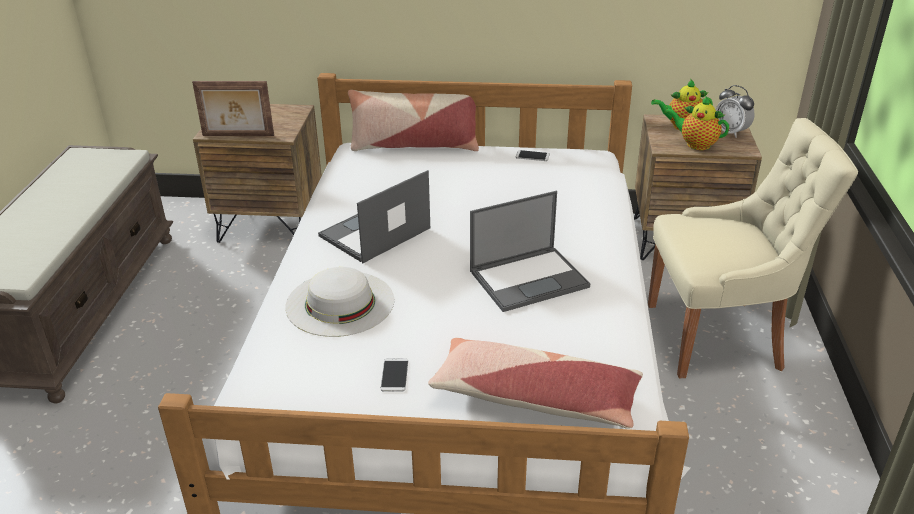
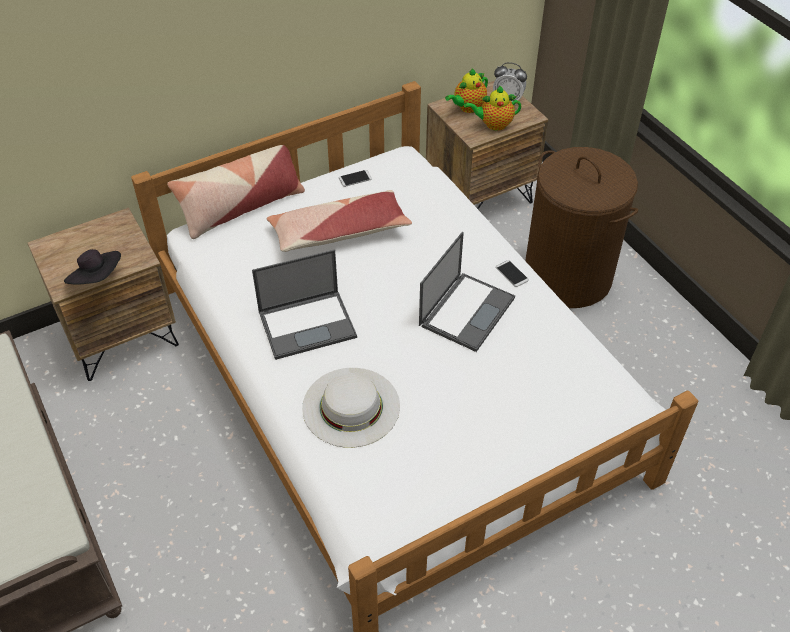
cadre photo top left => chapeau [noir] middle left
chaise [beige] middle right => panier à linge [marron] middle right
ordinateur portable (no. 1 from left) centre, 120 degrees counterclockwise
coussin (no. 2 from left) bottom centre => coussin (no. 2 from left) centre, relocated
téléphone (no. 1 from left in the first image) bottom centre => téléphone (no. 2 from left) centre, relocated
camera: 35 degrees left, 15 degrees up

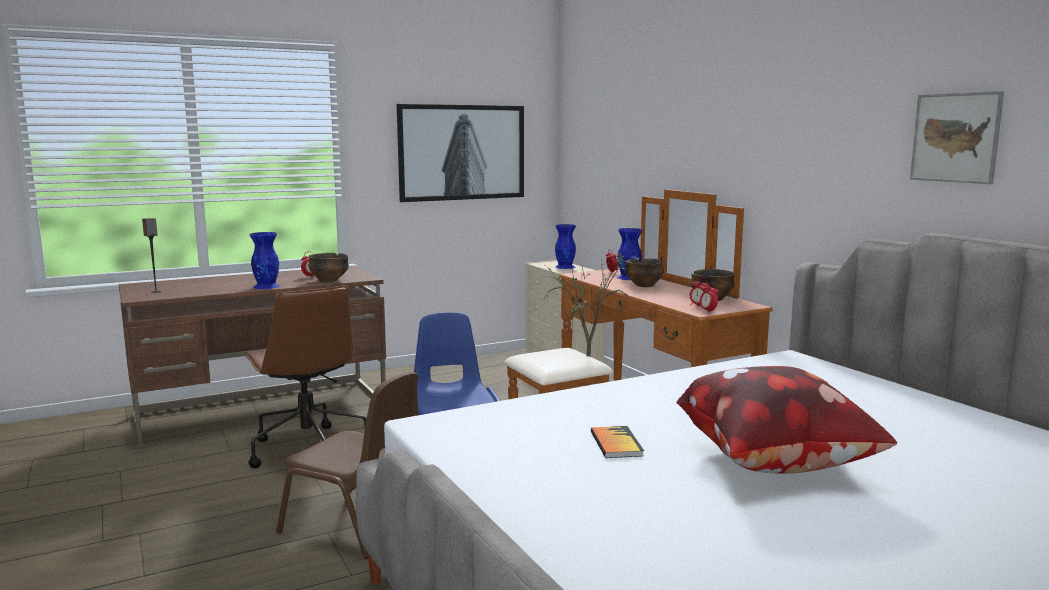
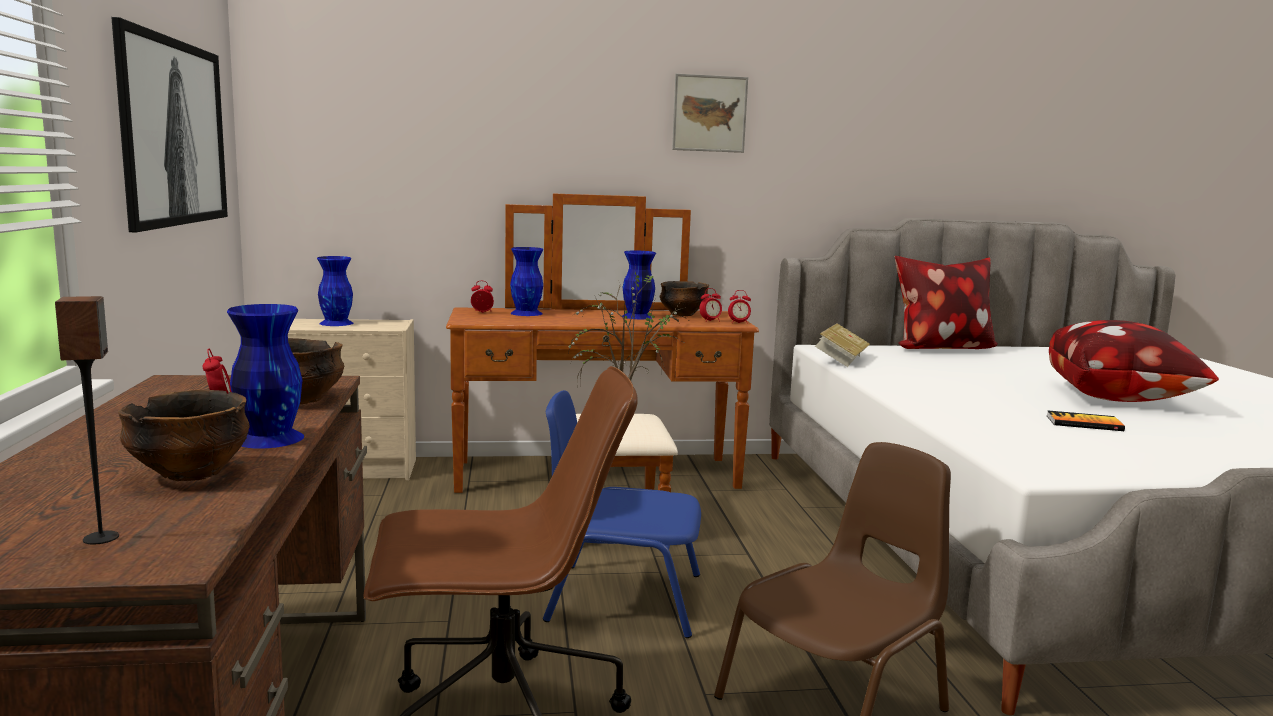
tableau (no. 2 from left) top right => tableau (no. 2 from left) top centre, relocated
bol (no. 2 from left in the first image) centre => bol (no. 1 from left) middle left, relocated
nothing => vase [bleu] (no. 4 from left) centre
nothing => coussin (no. 1 from left) middle right
nothing => livre (no. 1 from left) centre
camera: 70 degrees left, 0 degrees up

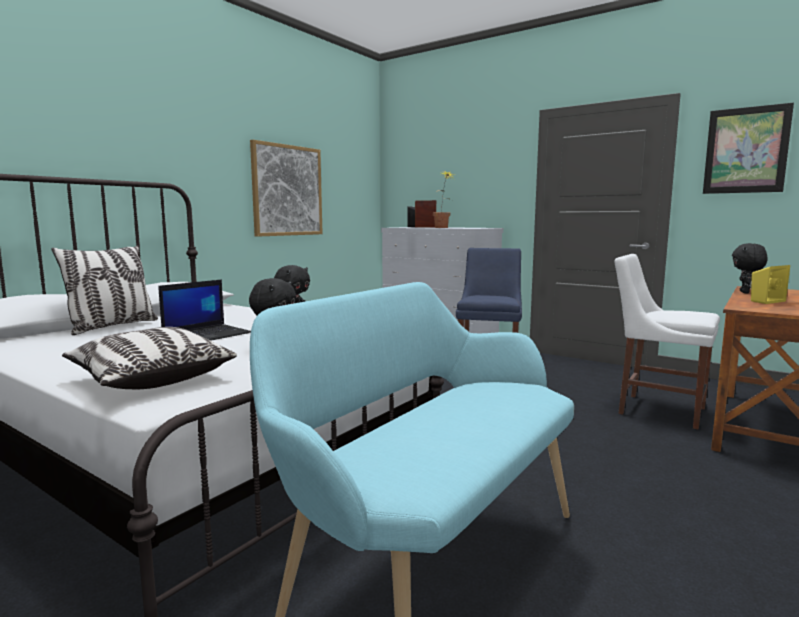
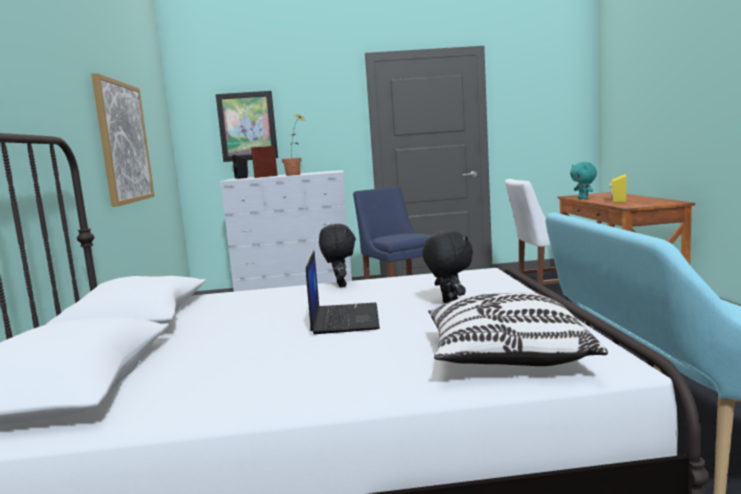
tableau (no. 2 from left) top right => tableau (no. 2 from left) top centre, relocated
peluche [noir] (no. 3 from left) middle right => peluche [turquoise] middle right
coussin (no. 1 from left) middle left => nothing
camera: 40 degrees left, 0 degrees up

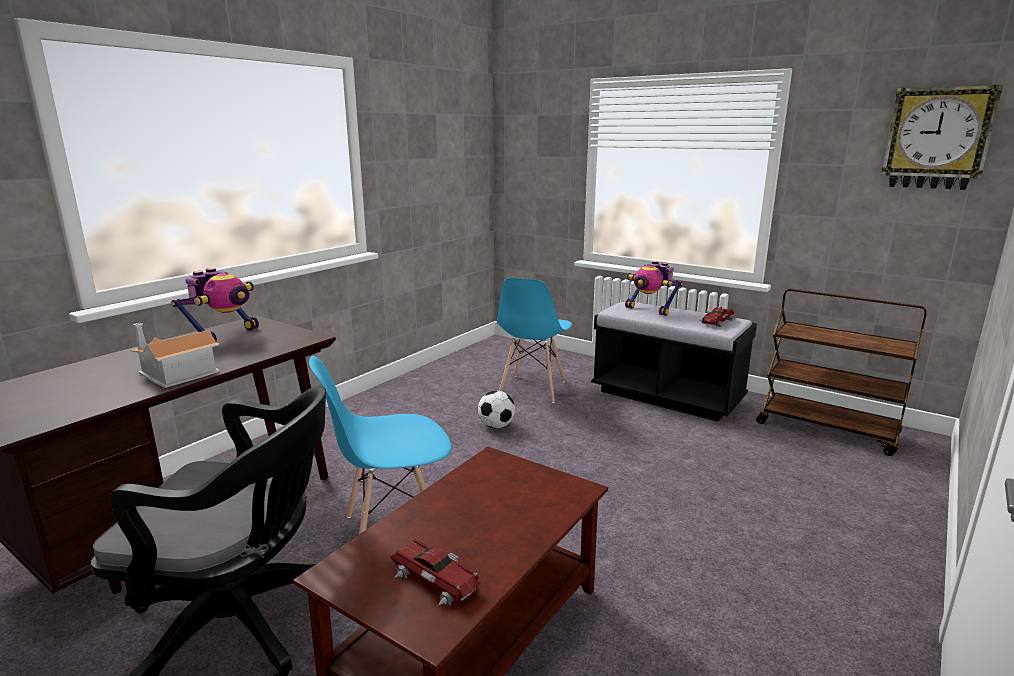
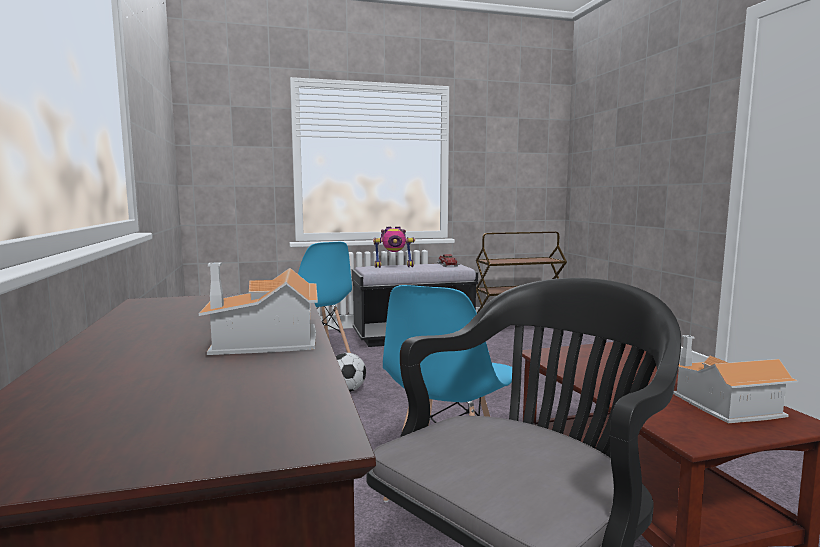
horloge murale top right => nothing
robot jouet (no. 1 from left) middle left => nothing
petite voiture (no. 1 from left) bottom centre => maison miniature (no. 2 from left) bottom right
camera: 50 degrees left, 10 degrees down

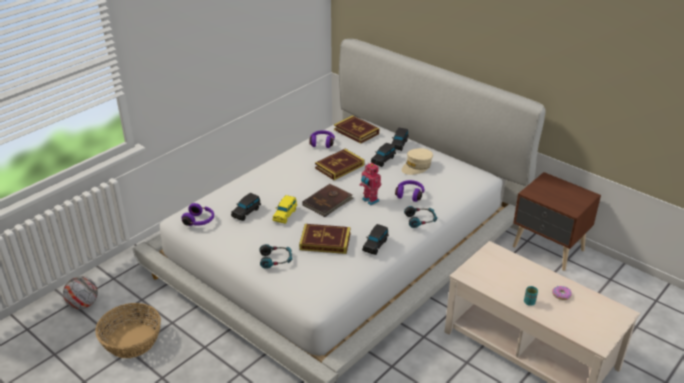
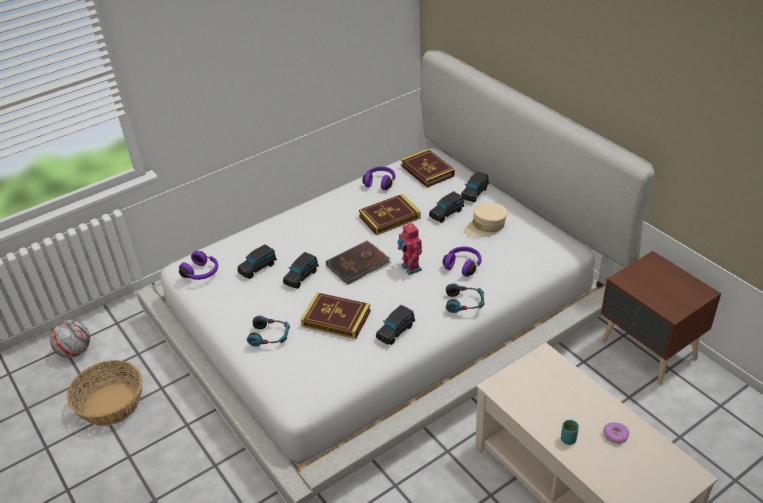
petite voiture [jaune] centre => petite voiture [noir] (no. 2 from left) centre
camera: 15 degrees right, 5 degrees up

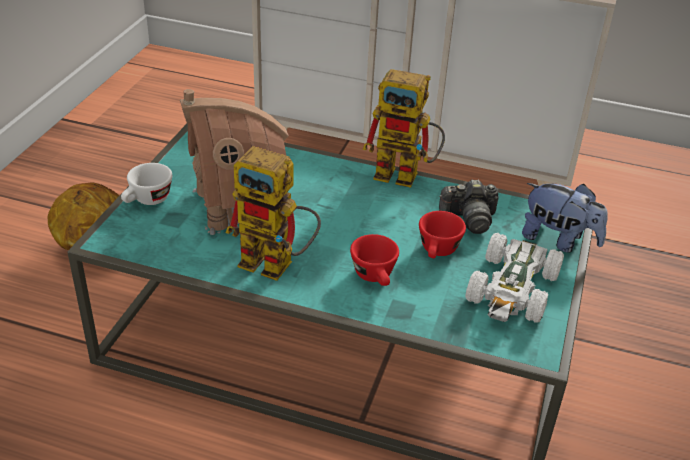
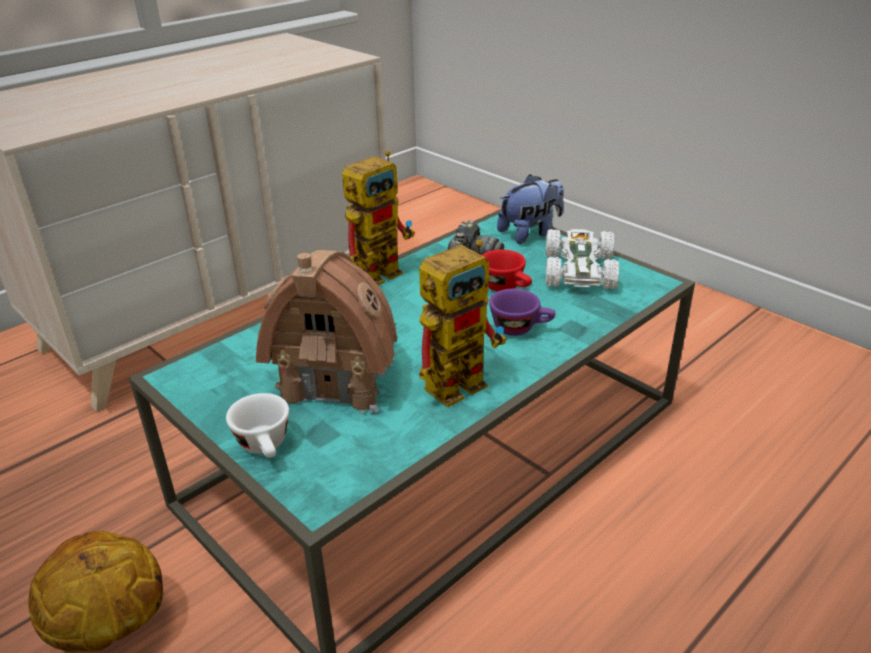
petite voiture [blanc] middle right, 135 degrees counterclockwise
tasse [rouge] (no. 1 from left) centre => tasse [violet] centre
camera: 60 degrees left, 5 degrees down

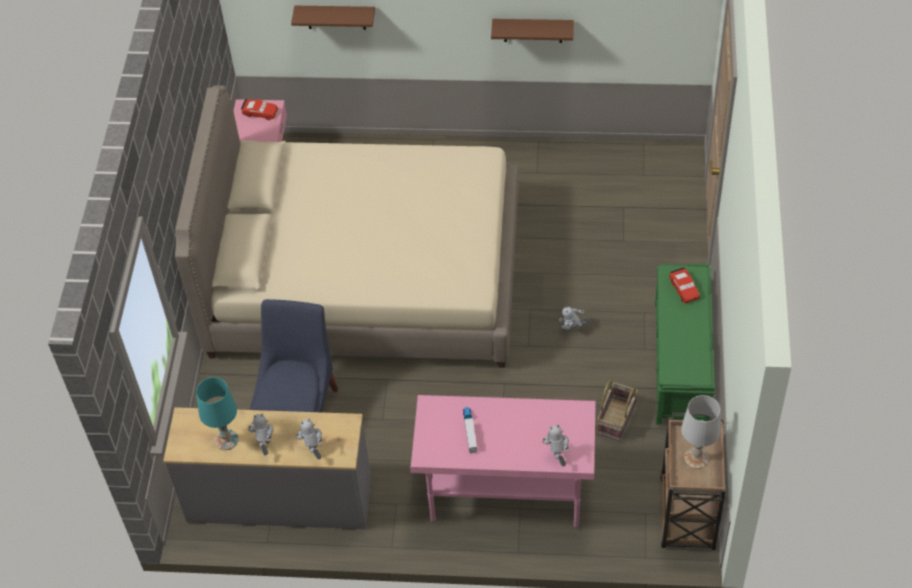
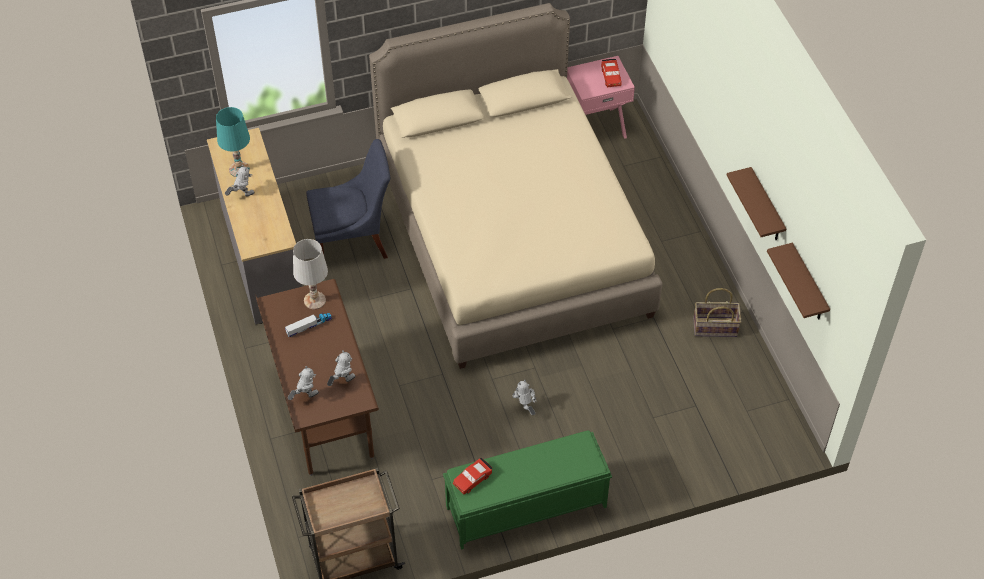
étagère [marron] (no. 1 from left in the first image) top centre => étagère [marron] (no. 2 from left) middle right, relocated
petite voiture [rouge] (no. 2 from left in the first image) middle right => petite voiture [rouge] (no. 1 from left) bottom centre, relocated
panier bottom right => panier middle right, relocated
bureau [rose] bottom centre => bureau [marron] middle left
lampe de table [blanc] bottom right => lampe de table [blanc] middle left, relocated
robot jouet (no. 2 from left in the first image) bottom centre => robot jouet (no. 3 from left) centre, relocated
camera: 65 degrees right, 0 degrees up

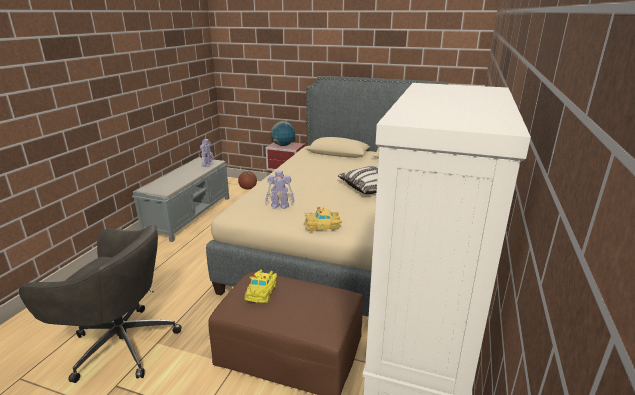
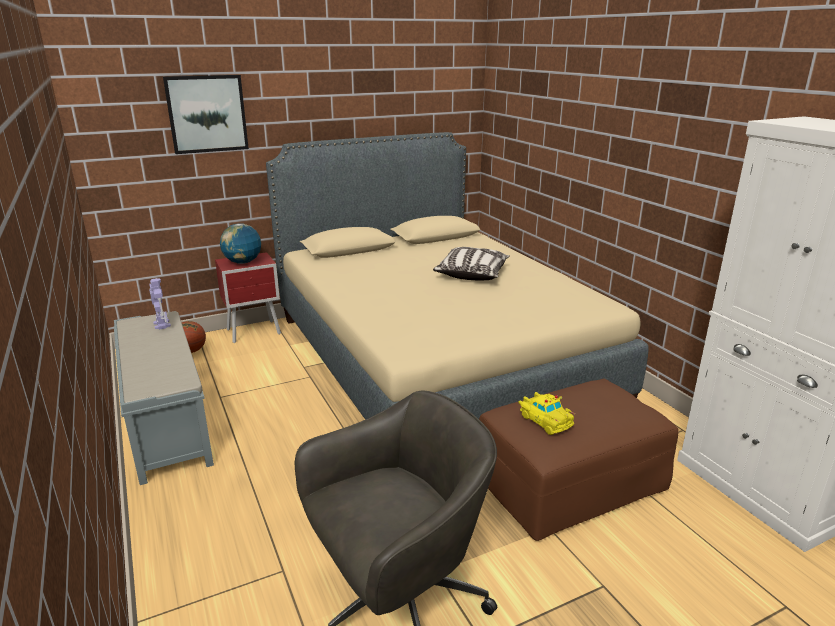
robot jouet (no. 2 from left) centre => nothing
petite voiture [jaune] (no. 2 from left) centre => nothing
nothing => tableau top left
camera: 45 degrees left, 0 degrees up

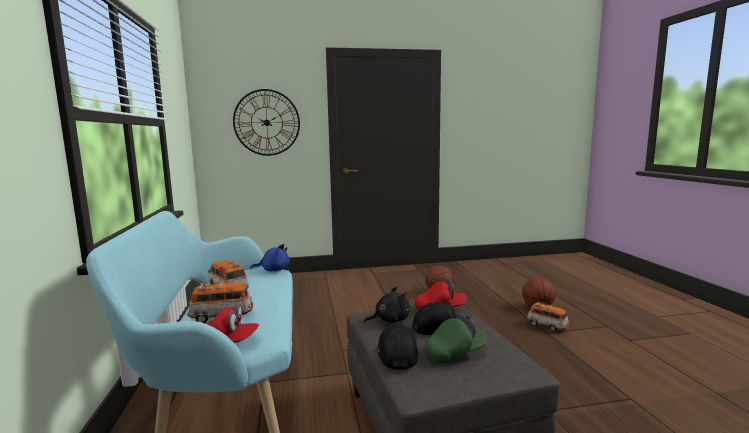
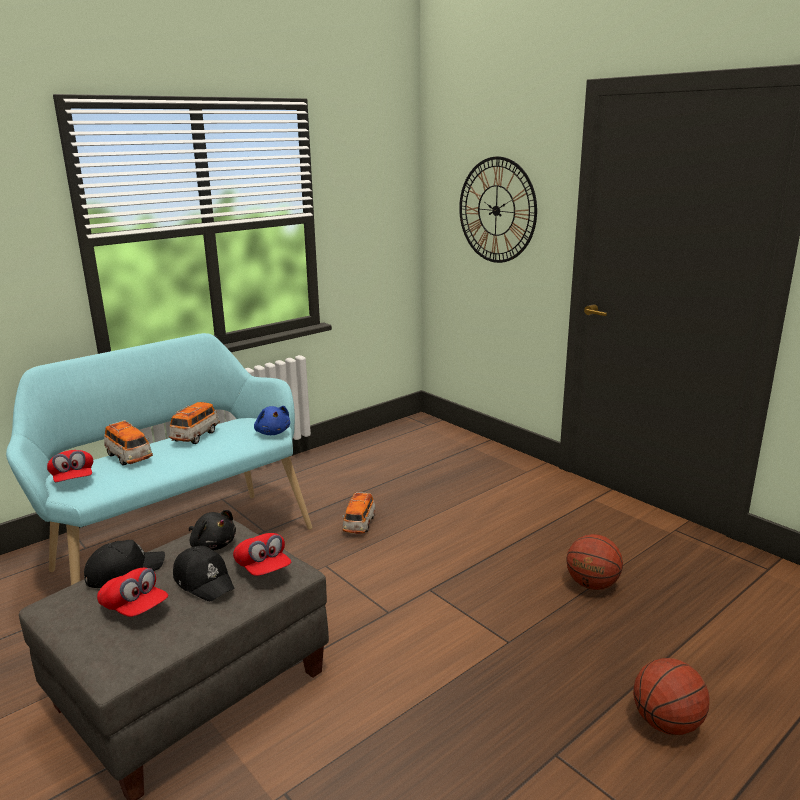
petite voiture (no. 3 from left) bottom right => petite voiture (no. 3 from left) centre, relocated
casquette [vert] bottom centre => casquette [rouge] (no. 2 from left) bottom left
camera: 60 degrees right, 10 degrees up

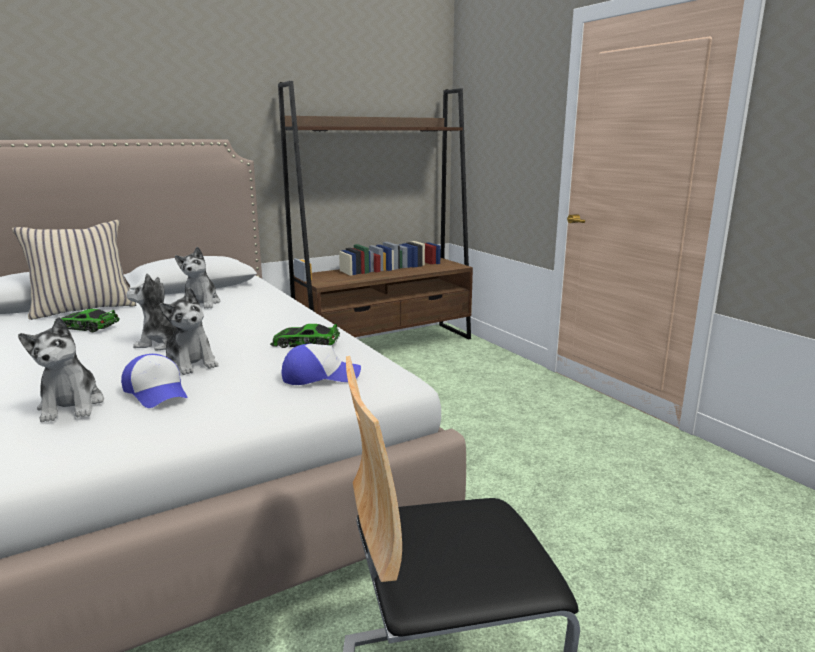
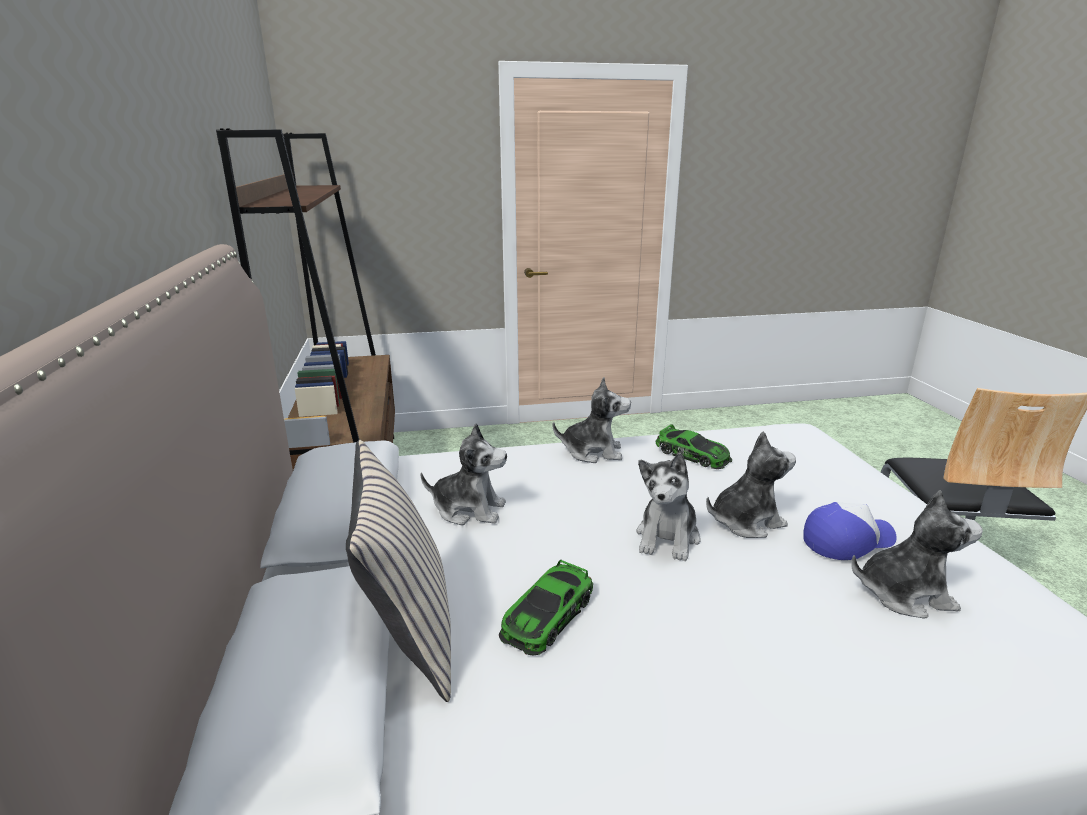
petite voiture (no. 2 from left) centre, 75 degrees counterclockwise
casquette (no. 2 from left) centre => nothing
nothing => peluche (no. 2 from left) centre
camera: 70 degrees left, 5 degrees up

